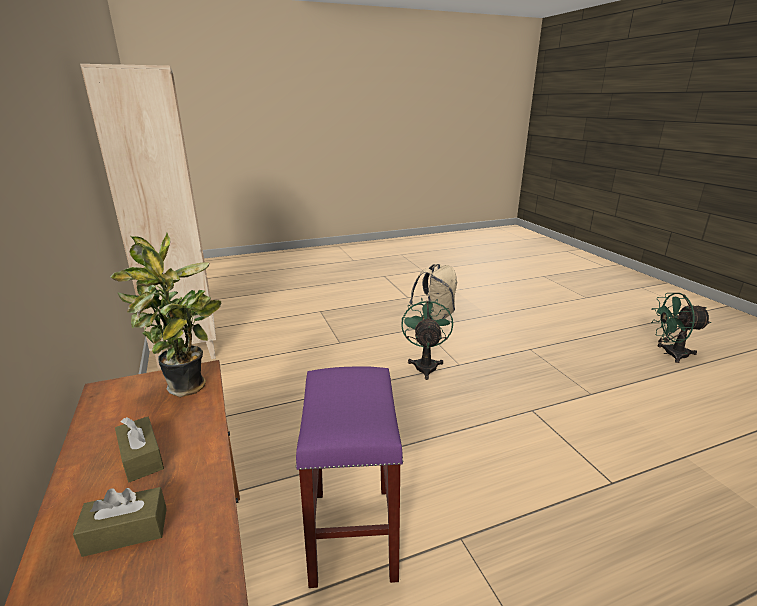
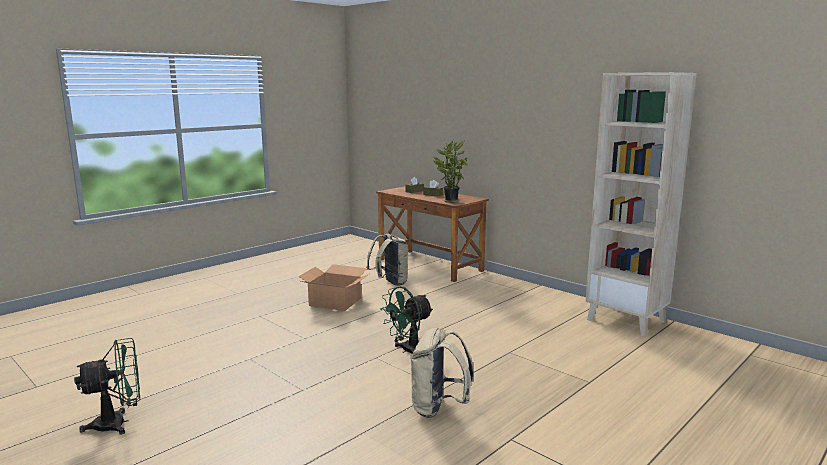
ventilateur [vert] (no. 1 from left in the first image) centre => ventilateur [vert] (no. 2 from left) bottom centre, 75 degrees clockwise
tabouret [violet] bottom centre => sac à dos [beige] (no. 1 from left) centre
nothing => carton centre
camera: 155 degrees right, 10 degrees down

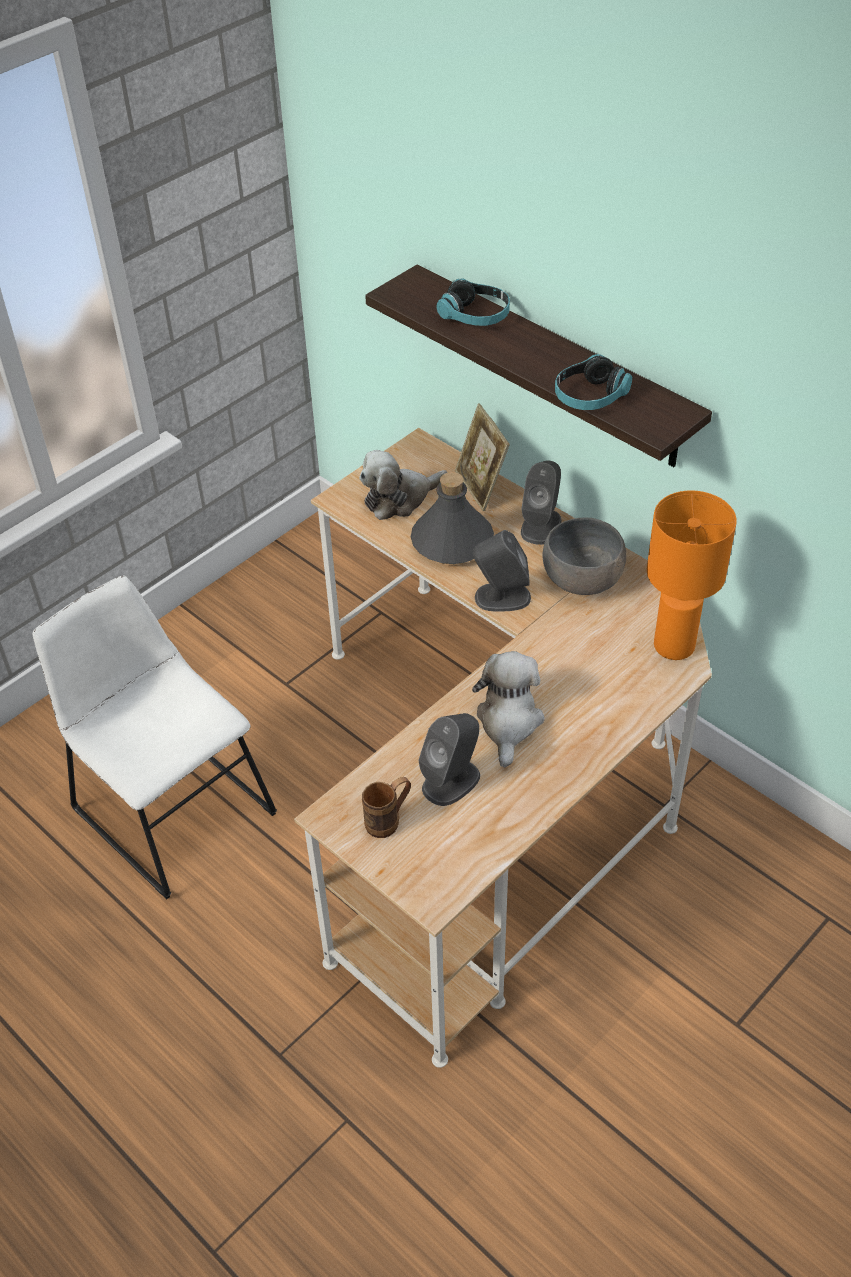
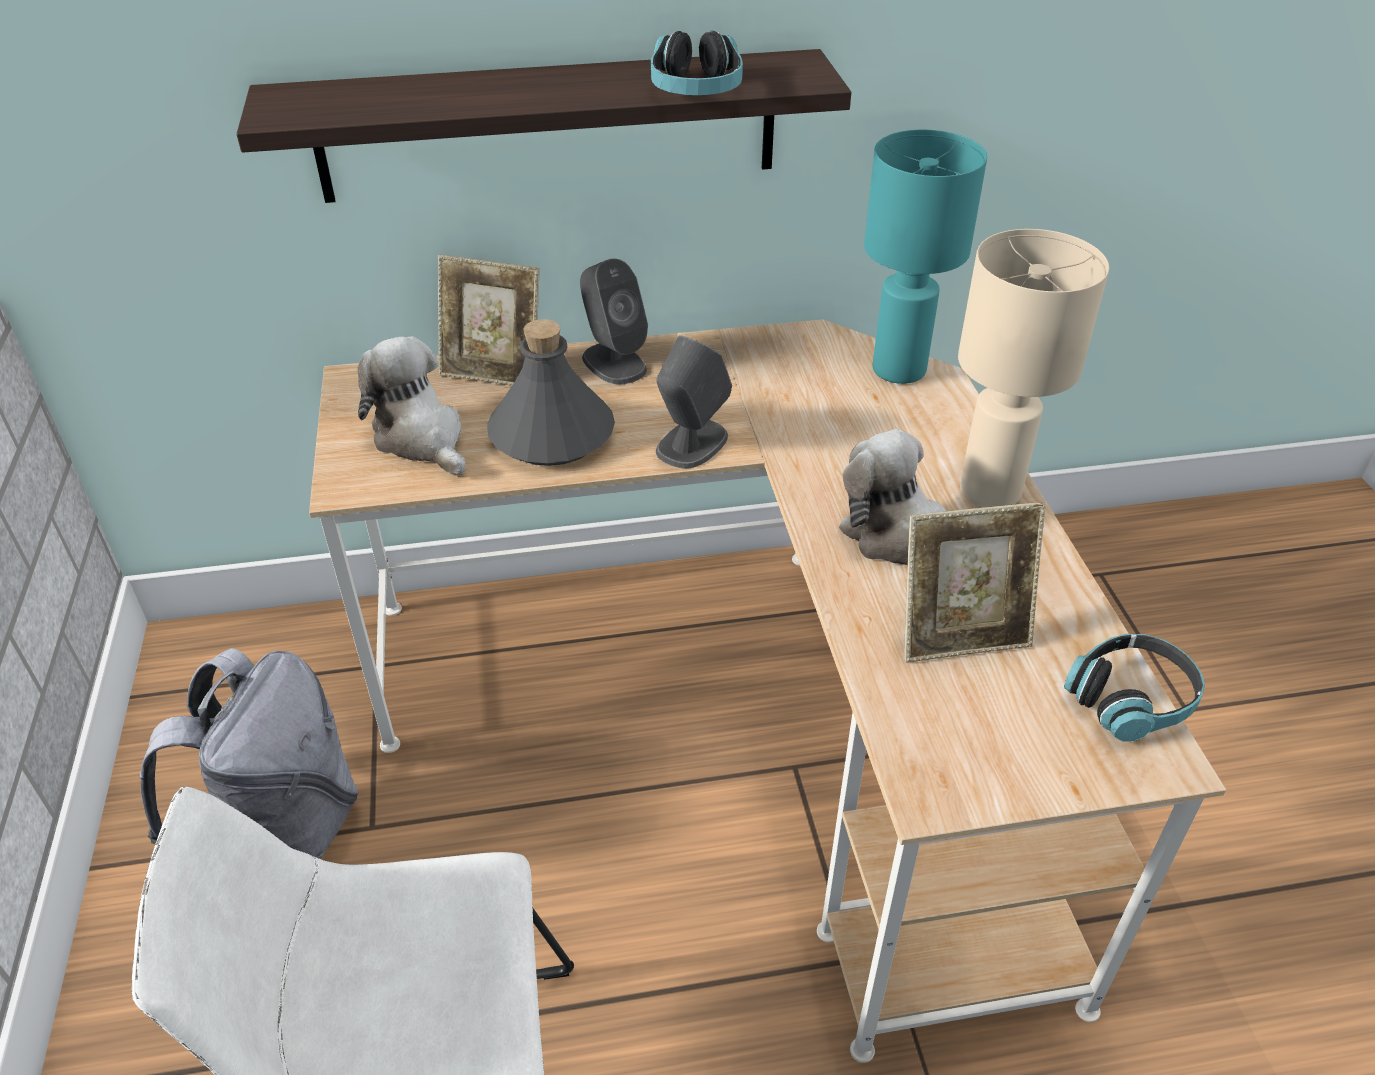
casque audio (no. 1 from left in the first image) top centre => casque audio (no. 2 from left) middle right, relocated
peluche (no. 1 from left) centre => peluche (no. 1 from left) middle left, 135 degrees clockwise
lampe de table [orange] middle right => lampe de table [turquoise] top right
bol [gris] middle right => nothing
enceinte [gris] (no. 1 from left) centre => cadre photo (no. 2 from left) middle right
mug [marron] centre => nothing
nothing => lampe de table [beige] middle right
nothing => sac à dos [gris] bottom left
camera: 55 degrees left, 5 degrees down

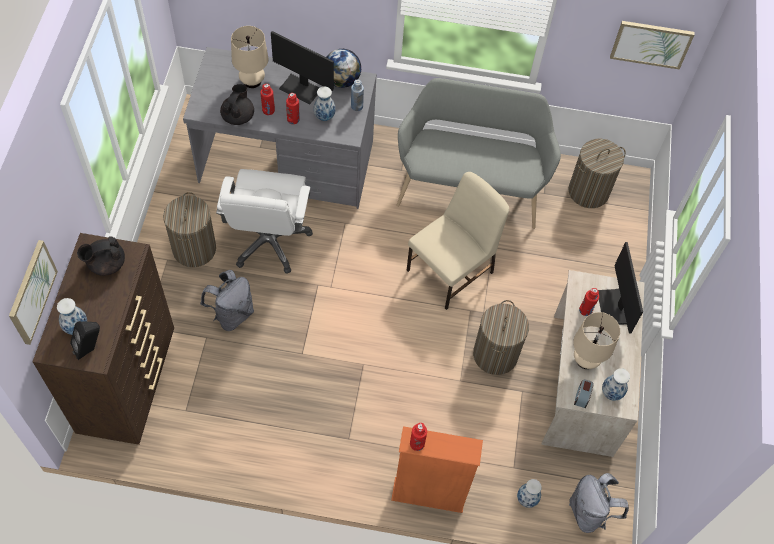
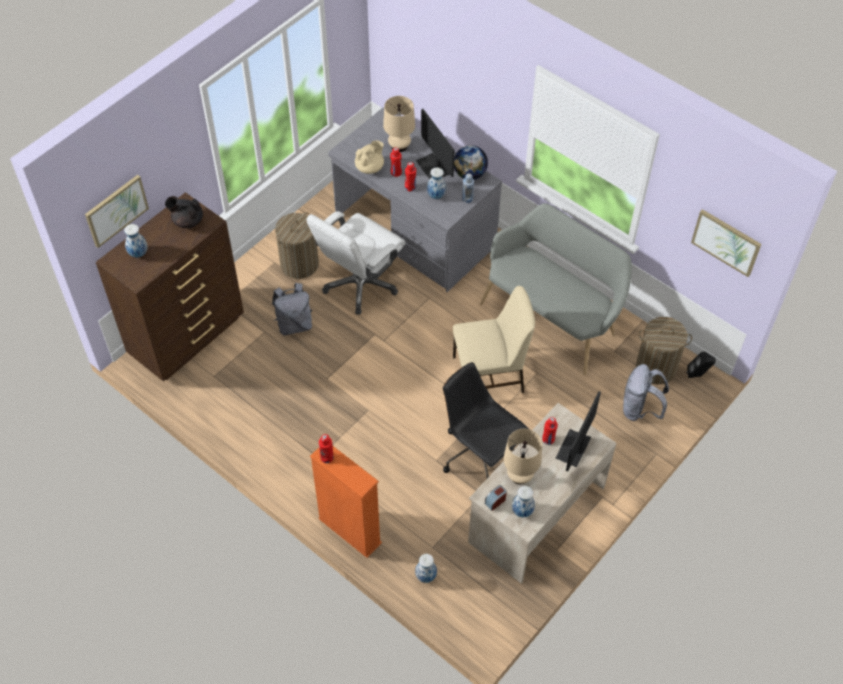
théière [noir] (no. 2 from left) top left => théière [beige] top centre
panier à linge (no. 2 from left) centre => chaise de bureau [noir] centre
enceinte [noir] middle left => enceinte [noir] middle right, relocated
sac à dos [gris] (no. 2 from left) bottom right => sac à dos [gris] (no. 2 from left) middle right, relocated
camera: 35 degrees right, 5 degrees down

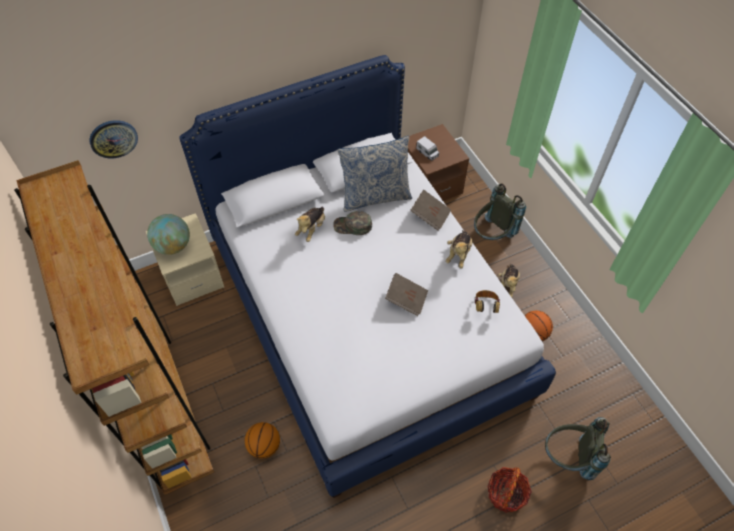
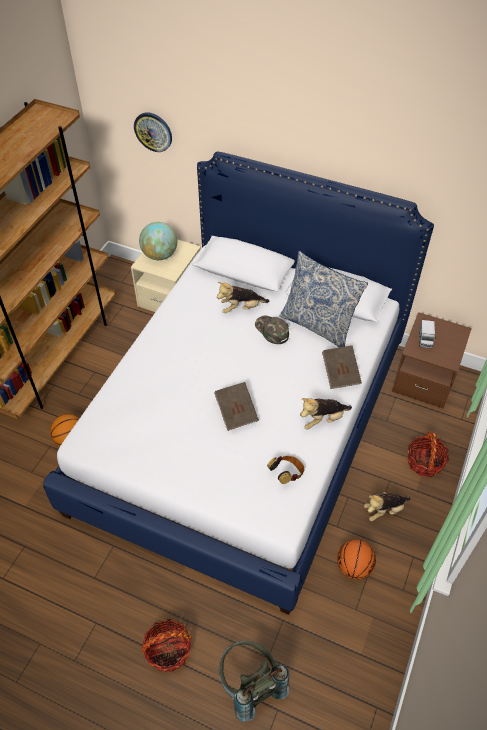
sac à dos [gris] (no. 1 from left) middle right => panier (no. 2 from left) middle right
camera: 50 degrees right, 5 degrees down

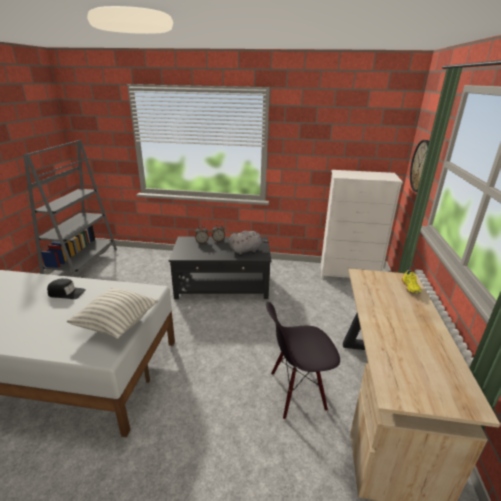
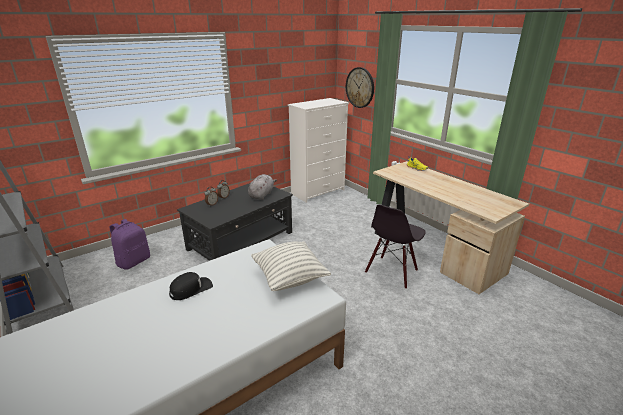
nothing => sac à dos [violet] middle left
camera: 45 degrees left, 0 degrees up

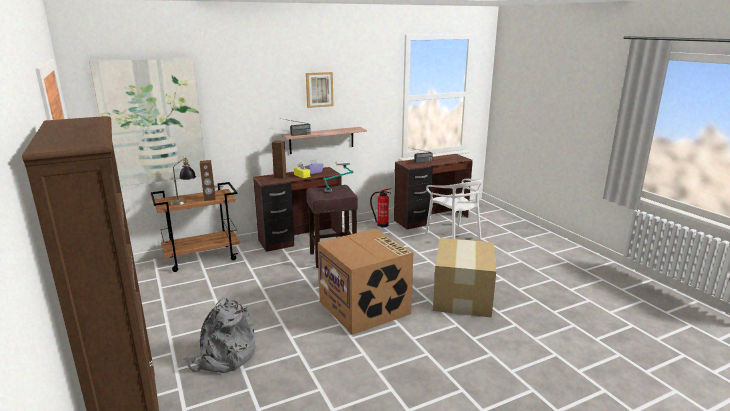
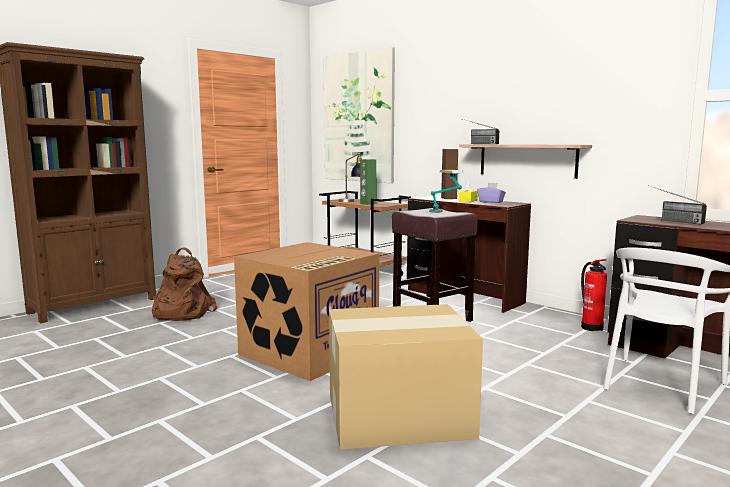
tableau (no. 2 from left) top centre => nothing
enceinte [marron] (no. 1 from left) middle left => enceinte [vert] centre
sac à dos [gris] bottom left => sac à dos [marron] middle left
camera: 70 degrees right, 10 degrees down

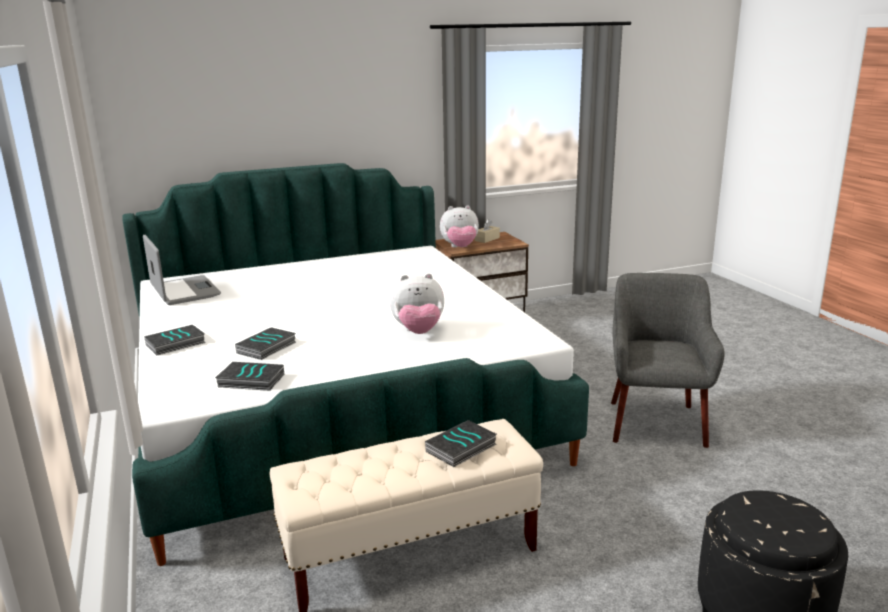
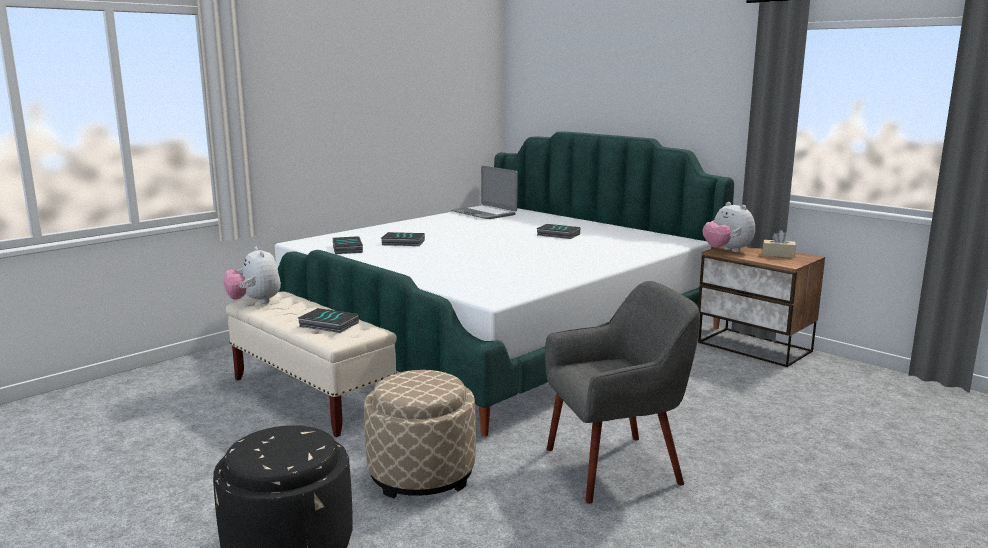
ordinateur portable middle left => ordinateur portable centre, 105 degrees clockwise
peluche (no. 1 from left) centre => peluche (no. 1 from left) middle left, relocated
livre (no. 1 from left in the first image) middle left => livre (no. 4 from left) centre, relocated
nothing => pouf [beige] bottom centre
camera: 65 degrees right, 5 degrees down

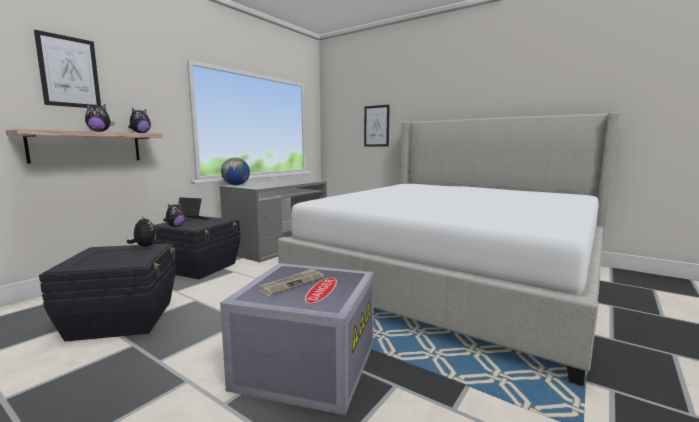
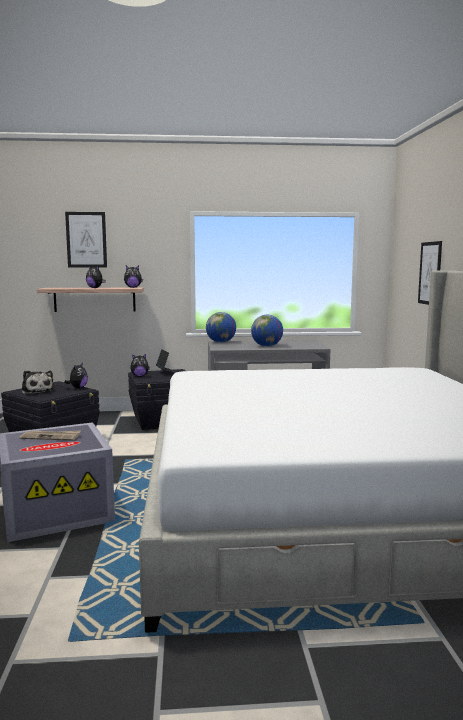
nothing => globe (no. 2 from left) centre
nothing => peluche (no. 1 from left) middle left
camera: 50 degrees right, 0 degrees up

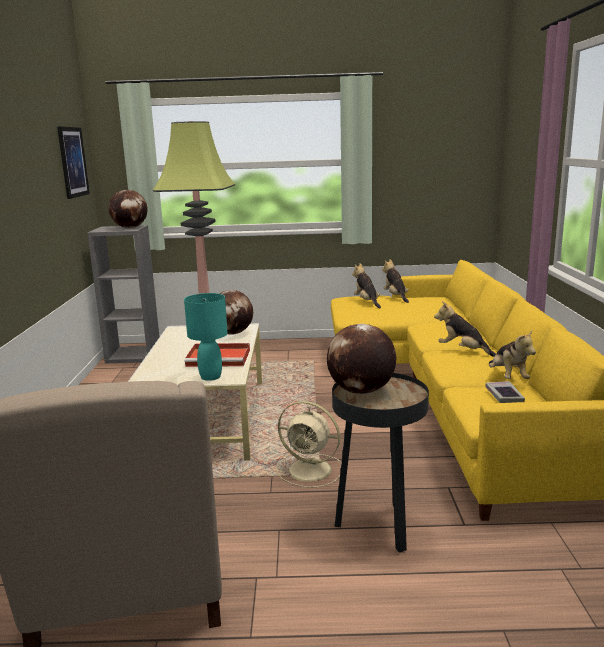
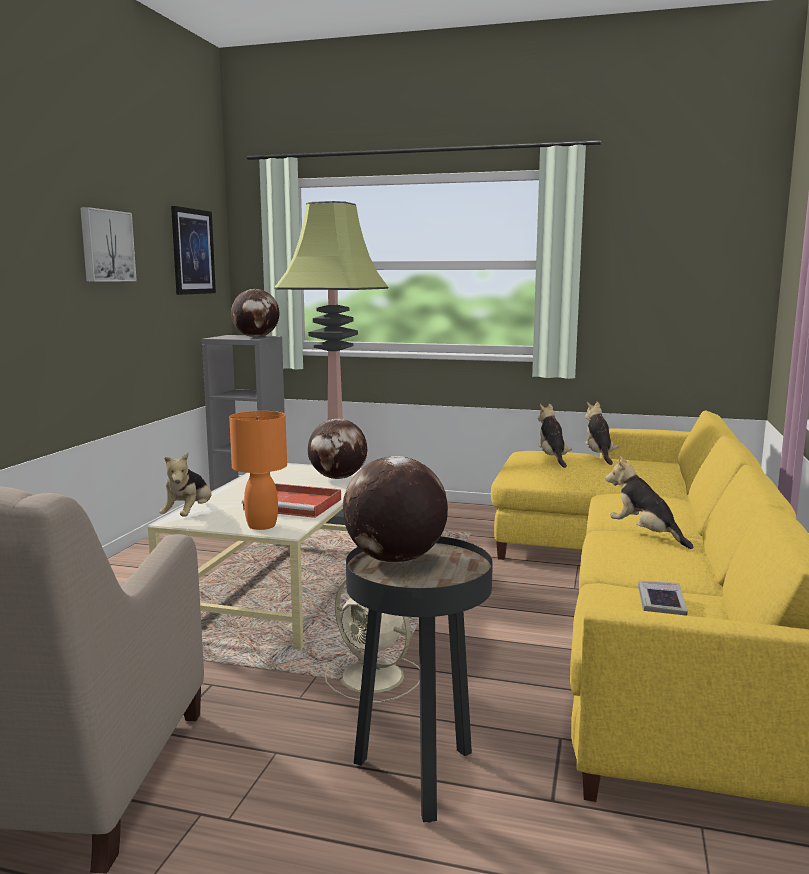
lampe de table [turquoise] centre => lampe de table [orange] middle left
peluche (no. 4 from left in the first image) middle right => peluche (no. 1 from left) middle left, relocated
nothing => tableau (no. 1 from left) top left
camera: 15 degrees right, 5 degrees down

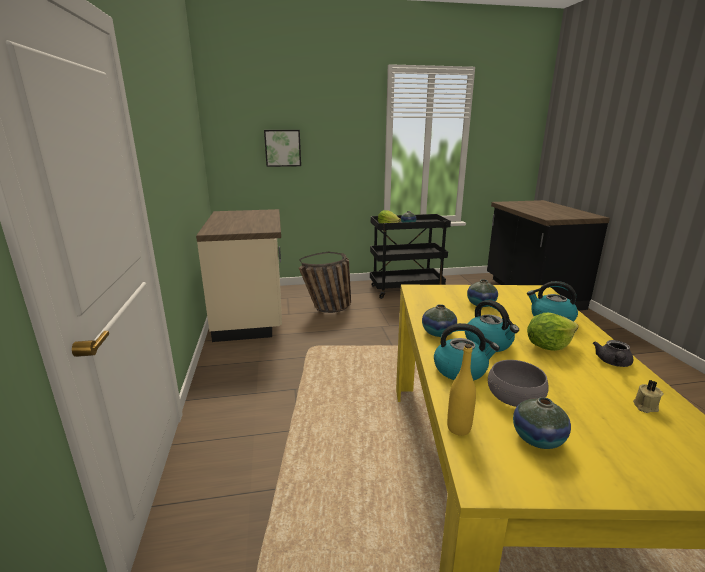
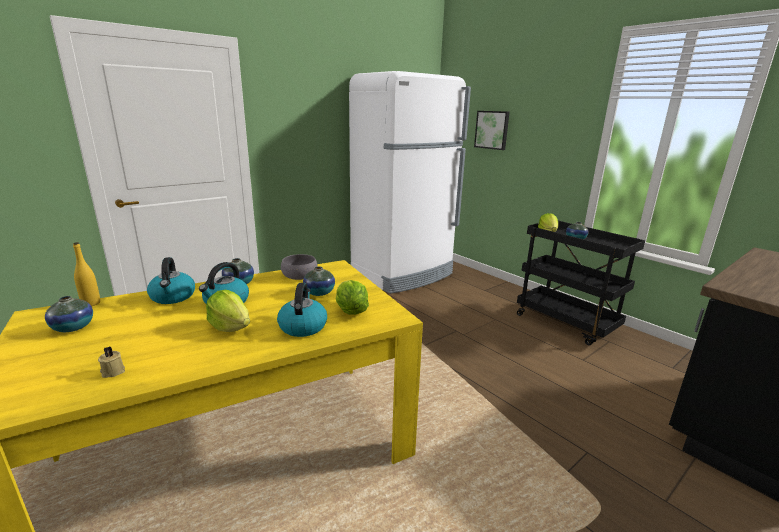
comptoir de cuisine [beige] centre => réfrigérateur [blanc] centre
panier centre => nothing
théière [gris] middle right => nothing
bol [gris] bottom right => bol [gris] centre, relocated
nothing => laitue (no. 2 from left) centre
camera: 60 degrees right, 0 degrees up

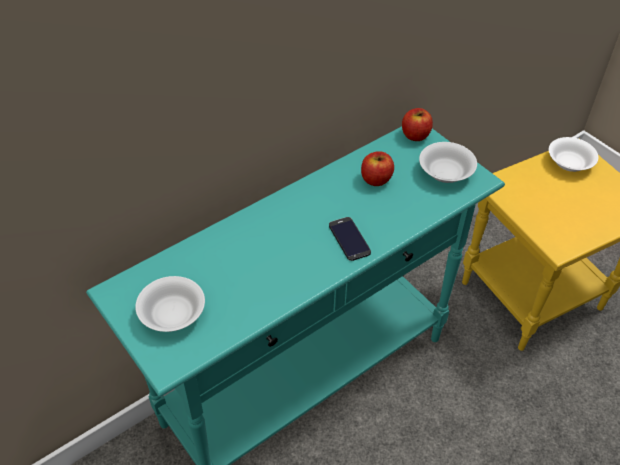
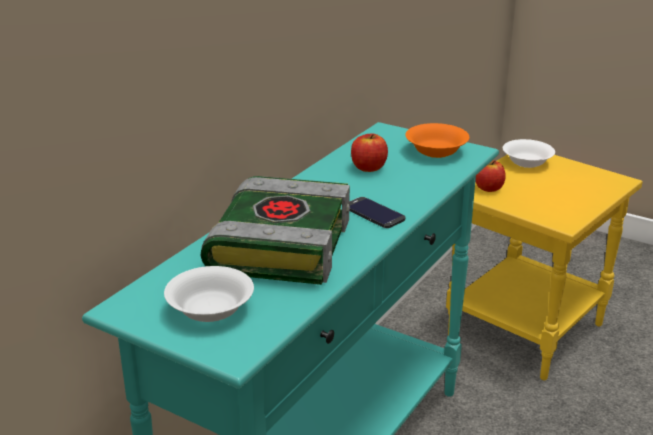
pomme (no. 2 from left) top right => pomme (no. 2 from left) middle right, relocated
bol [blanc] (no. 2 from left) middle right => bol [orange] top right
nothing => livre centre
camera: 20 degrees left, 20 degrees down

